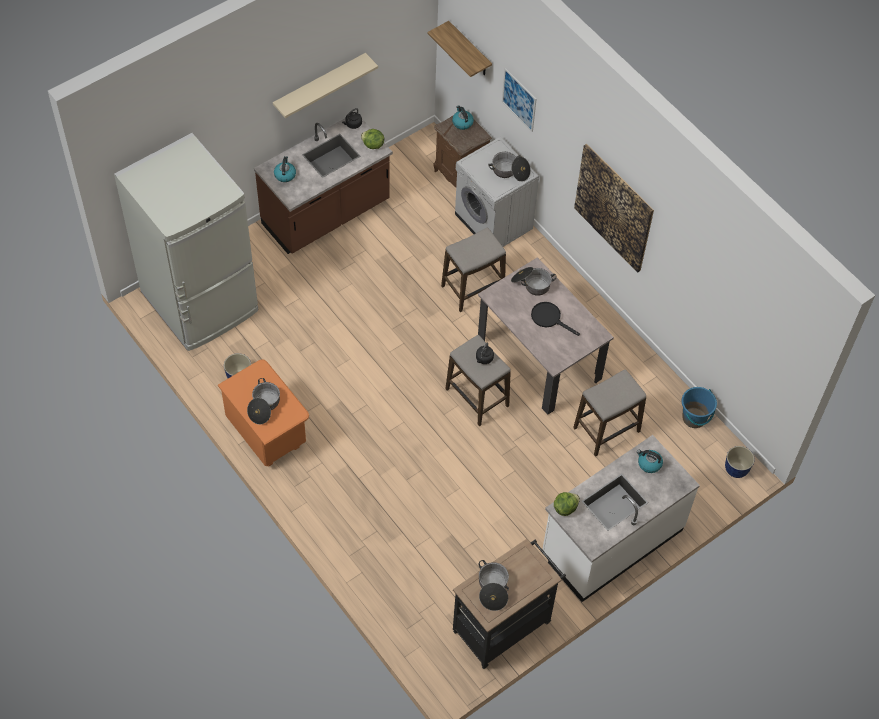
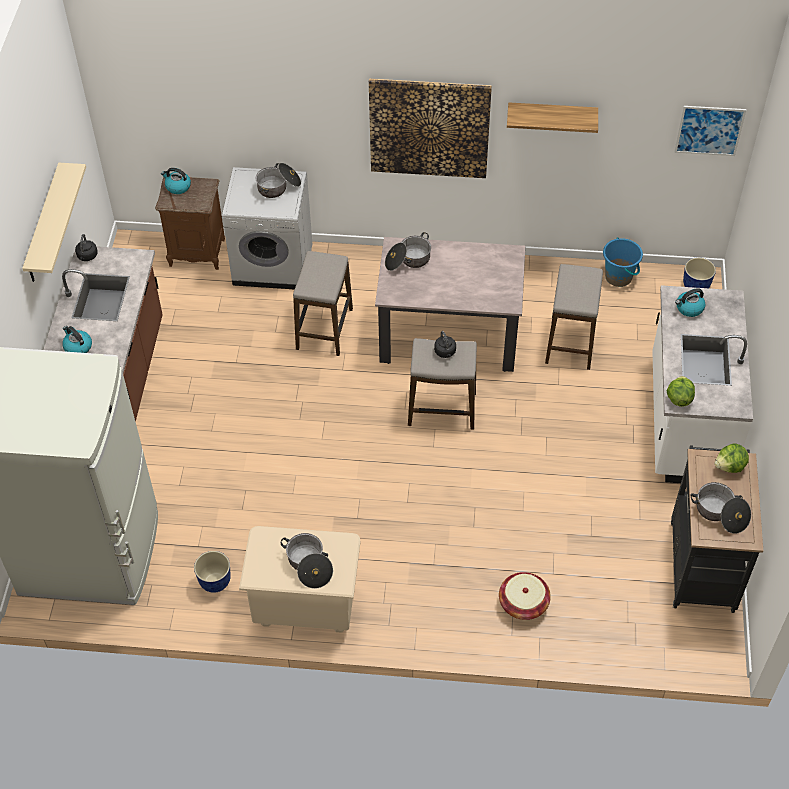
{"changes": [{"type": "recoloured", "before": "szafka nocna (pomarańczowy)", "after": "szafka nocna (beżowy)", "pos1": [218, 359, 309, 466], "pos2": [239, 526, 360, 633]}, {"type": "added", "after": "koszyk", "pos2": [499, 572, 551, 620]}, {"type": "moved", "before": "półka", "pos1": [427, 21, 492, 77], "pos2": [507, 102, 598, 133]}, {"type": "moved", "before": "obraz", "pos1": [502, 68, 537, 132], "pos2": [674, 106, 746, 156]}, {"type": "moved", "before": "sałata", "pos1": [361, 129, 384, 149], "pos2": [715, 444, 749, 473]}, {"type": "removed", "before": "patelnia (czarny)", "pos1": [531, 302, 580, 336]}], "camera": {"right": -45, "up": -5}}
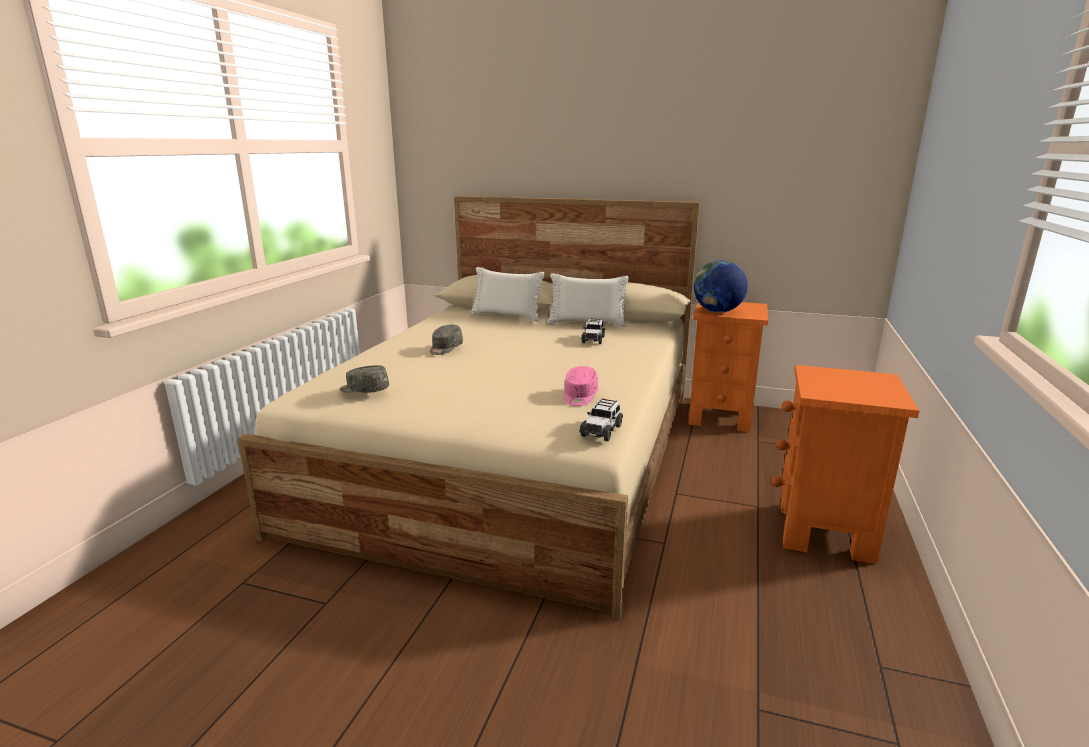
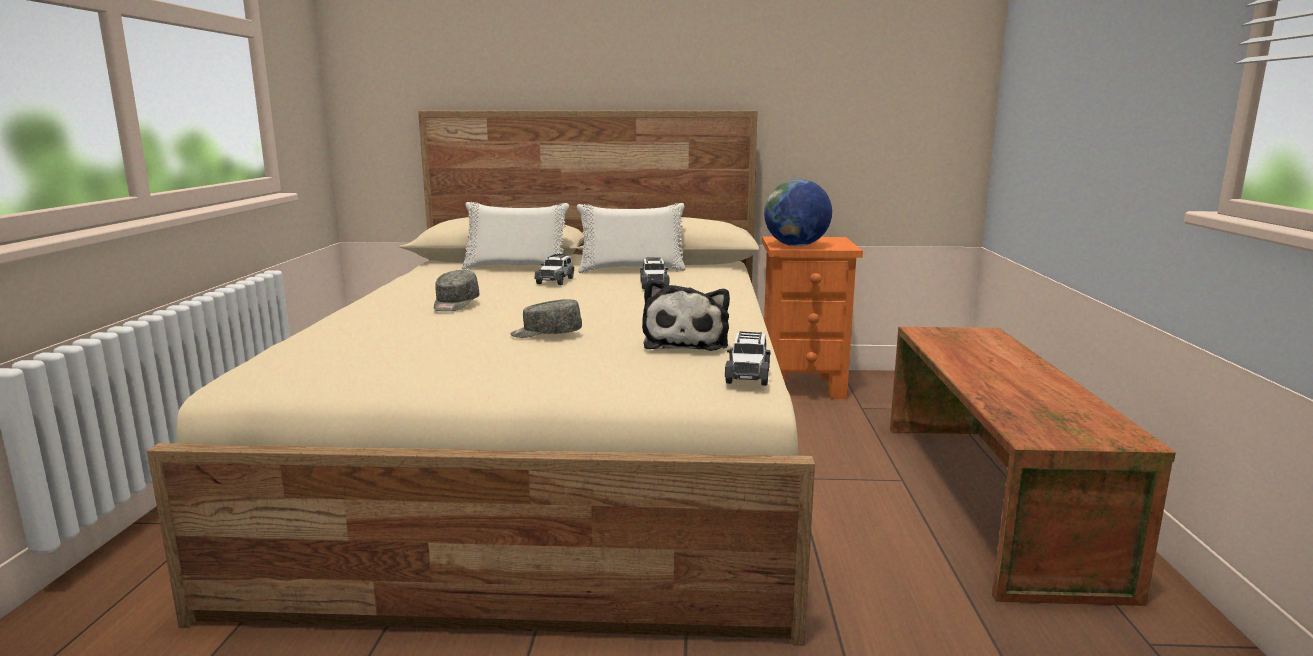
{"changes": [{"type": "moved", "before": "czapka z daszkiem (szary)", "pos1": [340, 365, 389, 393], "pos2": [511, 299, 582, 338]}, {"type": "added", "after": "samochodzik", "pos2": [534, 254, 574, 285]}, {"type": "replaced", "before": "czapka z daszkiem (różowy)", "after": "pluszak", "pos1": [564, 366, 598, 406], "pos2": [642, 279, 730, 351]}, {"type": "replaced", "before": "szafka nocna (pomarańczowy)", "after": "ławka (brązowy)", "pos1": [771, 365, 919, 564], "pos2": [890, 327, 1176, 606]}], "camera": {"right": -15, "up": -5}}
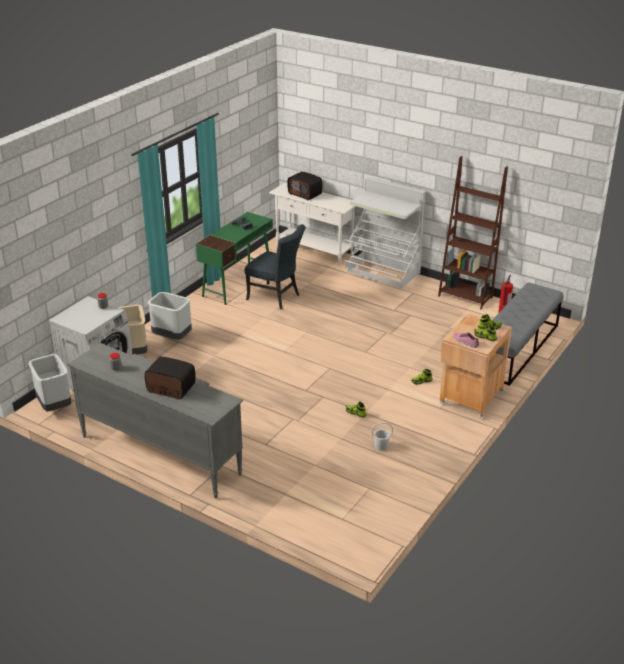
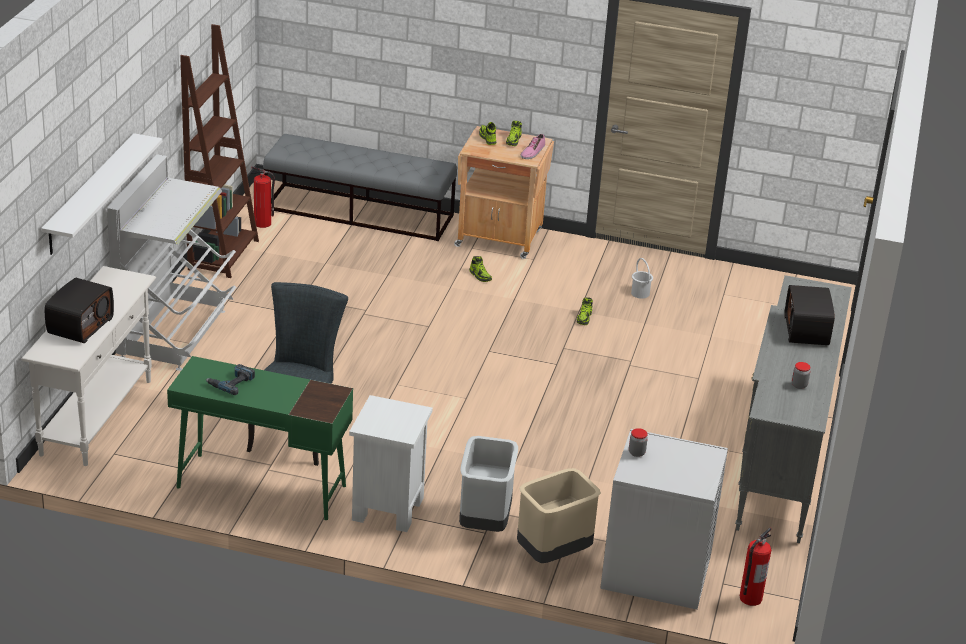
{"changes": [{"type": "added", "after": "półka (biały)", "pos2": [41, 133, 163, 255]}, {"type": "added", "after": "szafka nocna (biały)", "pos2": [349, 395, 433, 532]}, {"type": "replaced", "before": "kosz na śmieci (szary)", "after": "gaśnica", "pos1": [29, 354, 71, 411], "pos2": [740, 528, 771, 606]}], "camera": {"right": -110, "up": 0}}
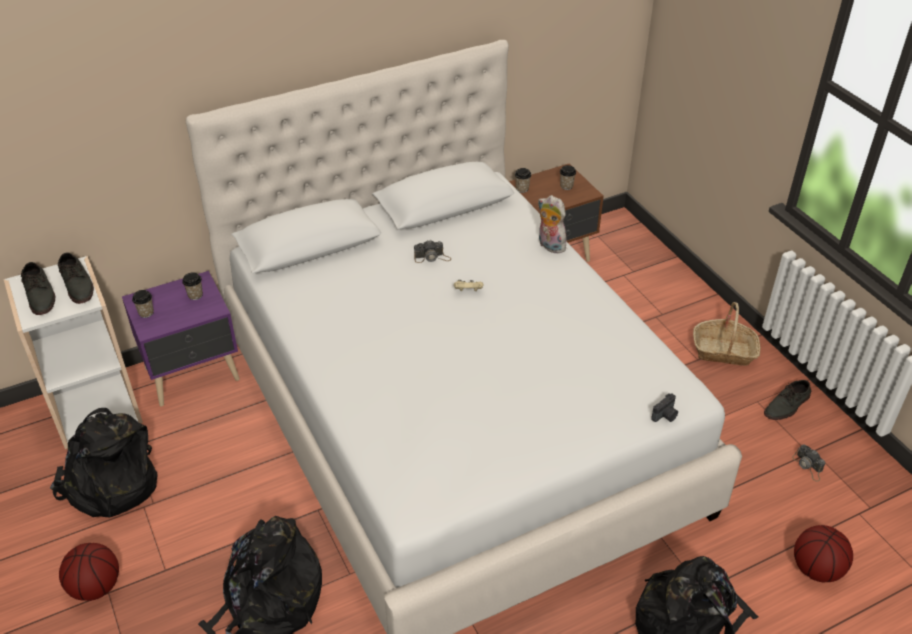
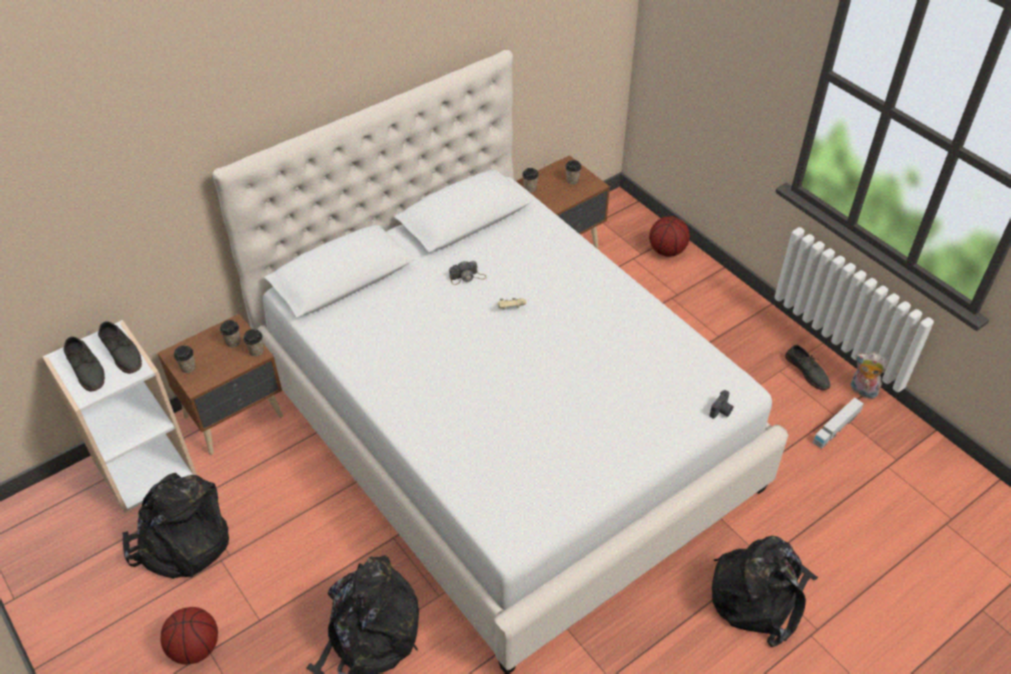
{"changes": [{"type": "recoloured", "before": "szafka nocna (fioletowy)", "after": "szafka nocna (brązowy)", "pos1": [122, 271, 240, 406], "pos2": [158, 314, 283, 455]}, {"type": "added", "after": "filiżanka", "pos2": [243, 329, 264, 356]}, {"type": "moved", "before": "piłka do koszykówki", "pos1": [794, 525, 853, 582], "pos2": [649, 216, 690, 257]}, {"type": "turned", "before": "but (szary)", "pos1": [764, 380, 811, 420], "pos2": [785, 345, 831, 390], "turn": -75}, {"type": "replaced", "before": "aparat fotograficzny", "after": "ciężarówka zabawkowa", "pos1": [792, 444, 825, 482], "pos2": [812, 398, 864, 449]}, {"type": "moved", "before": "pluszak", "pos1": [538, 195, 567, 253], "pos2": [851, 352, 887, 399]}, {"type": "removed", "before": "koszyk", "pos1": [693, 302, 761, 366]}], "camera": {"right": -10, "up": 5}}
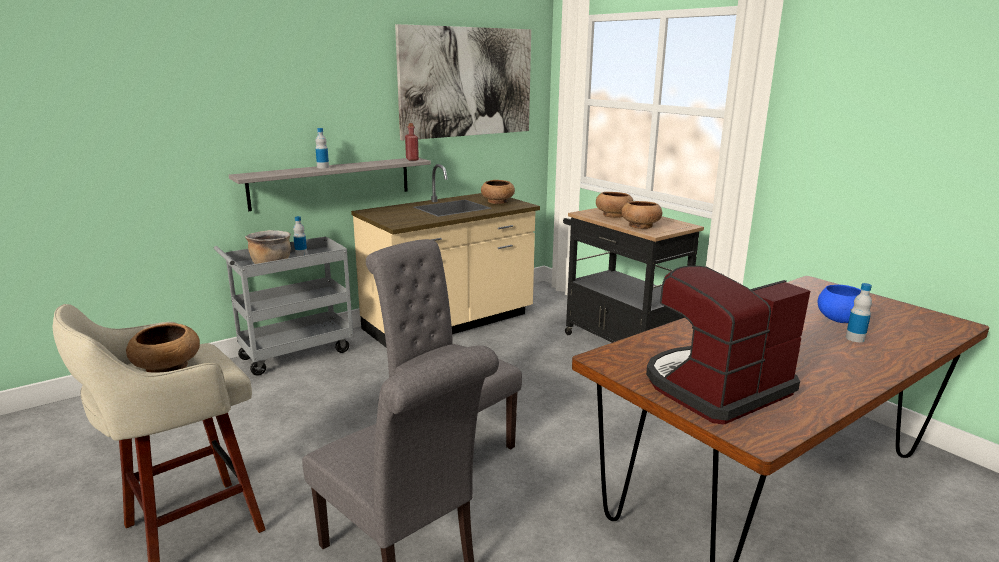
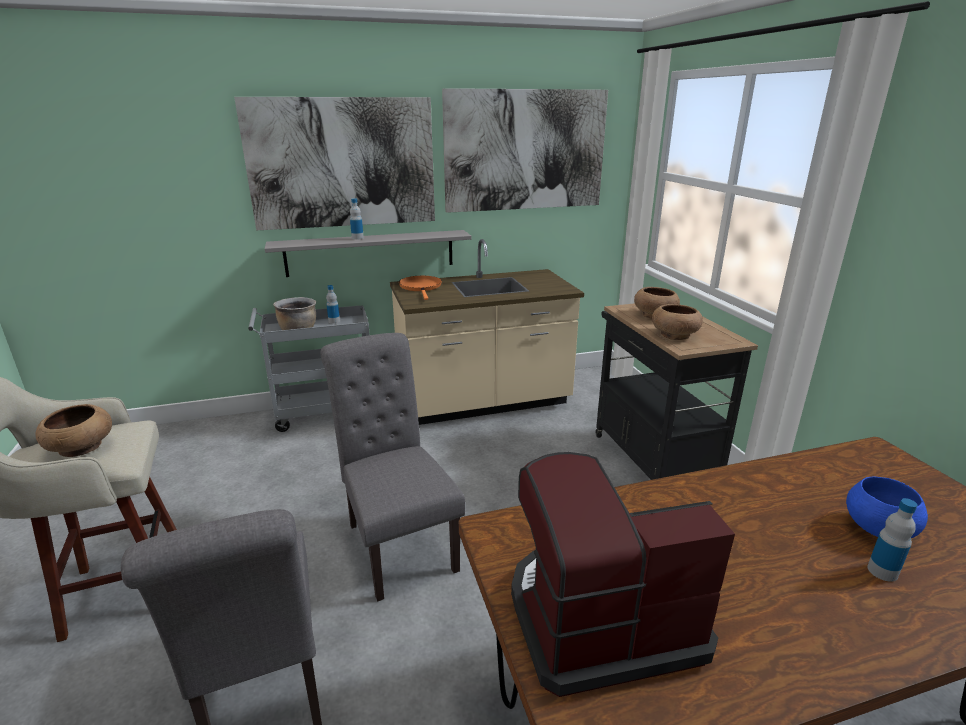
{"changes": [{"type": "added", "after": "obraz", "pos2": [234, 97, 435, 230]}, {"type": "added", "after": "patelnia (pomarańczowy)", "pos2": [399, 276, 442, 300]}, {"type": "removed", "before": "butelka (czerwony)", "pos1": [405, 123, 419, 161]}, {"type": "removed", "before": "miska (brązowy)", "pos1": [481, 180, 515, 204]}], "camera": {"right": 20, "up": 5}}
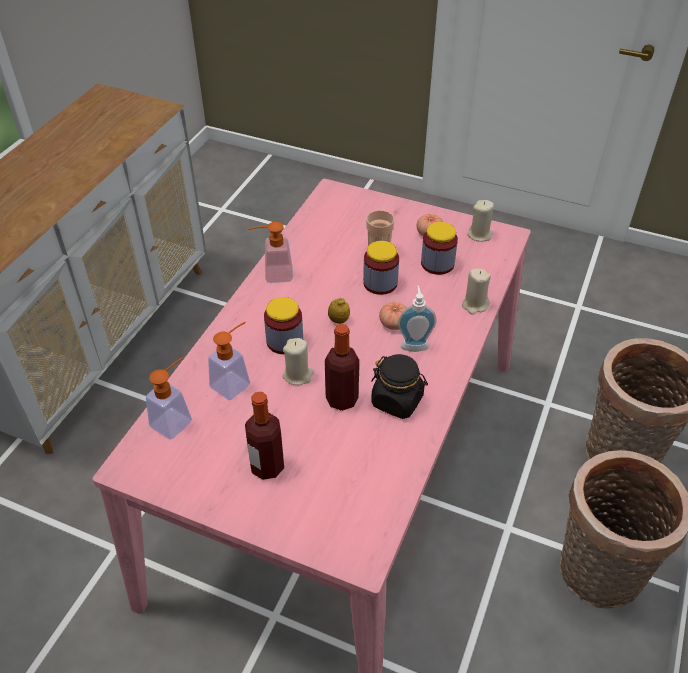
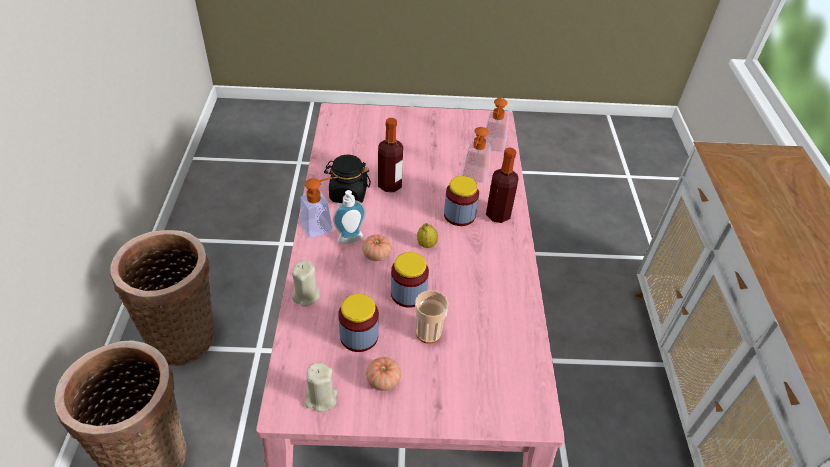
{"changes": [{"type": "moved", "before": "dozownik mydła", "pos1": [248, 222, 293, 283], "pos2": [300, 177, 338, 238]}, {"type": "moved", "before": "butelka", "pos1": [245, 392, 284, 480], "pos2": [486, 147, 518, 223]}, {"type": "removed", "before": "świeca (beżowy)", "pos1": [283, 338, 314, 385]}], "camera": {"right": 155, "up": 0}}
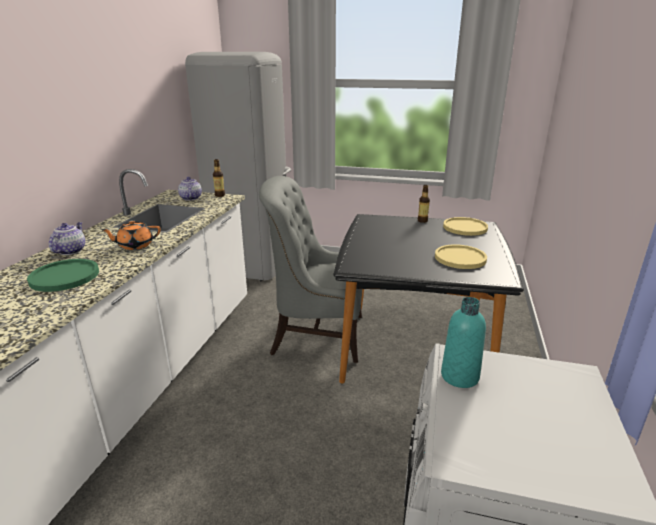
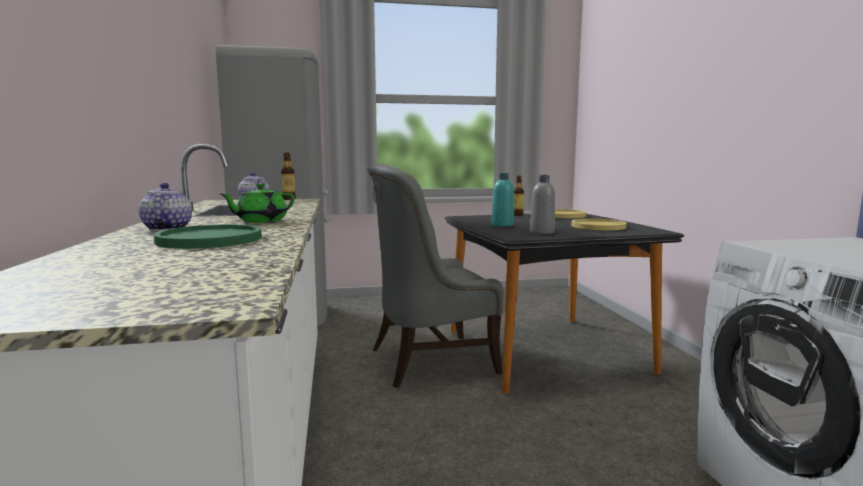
{"changes": [{"type": "recoloured", "before": "imbryk (pomarańczowy)", "after": "imbryk (zielony)", "pos1": [101, 220, 161, 250], "pos2": [220, 183, 295, 223]}, {"type": "moved", "before": "butelka (turkusowy)", "pos1": [441, 297, 486, 388], "pos2": [491, 173, 514, 227]}, {"type": "added", "after": "butelka (szary)", "pos2": [530, 175, 555, 234]}], "camera": {"right": -25, "up": -15}}
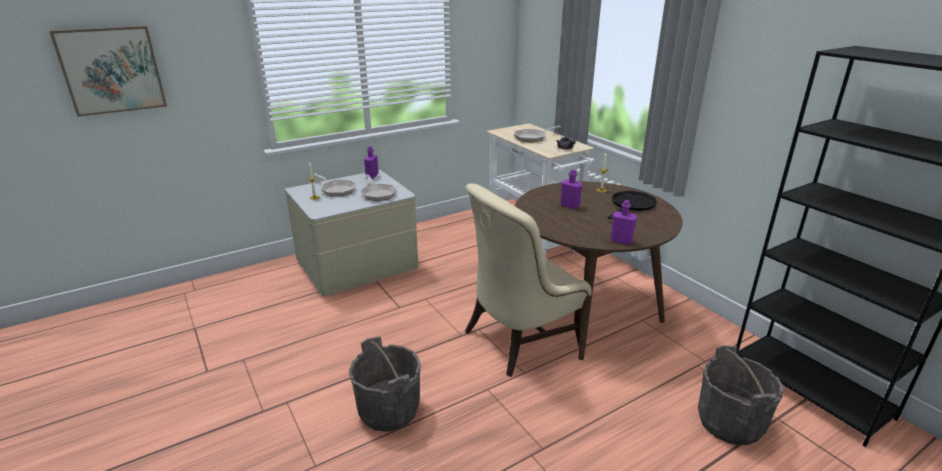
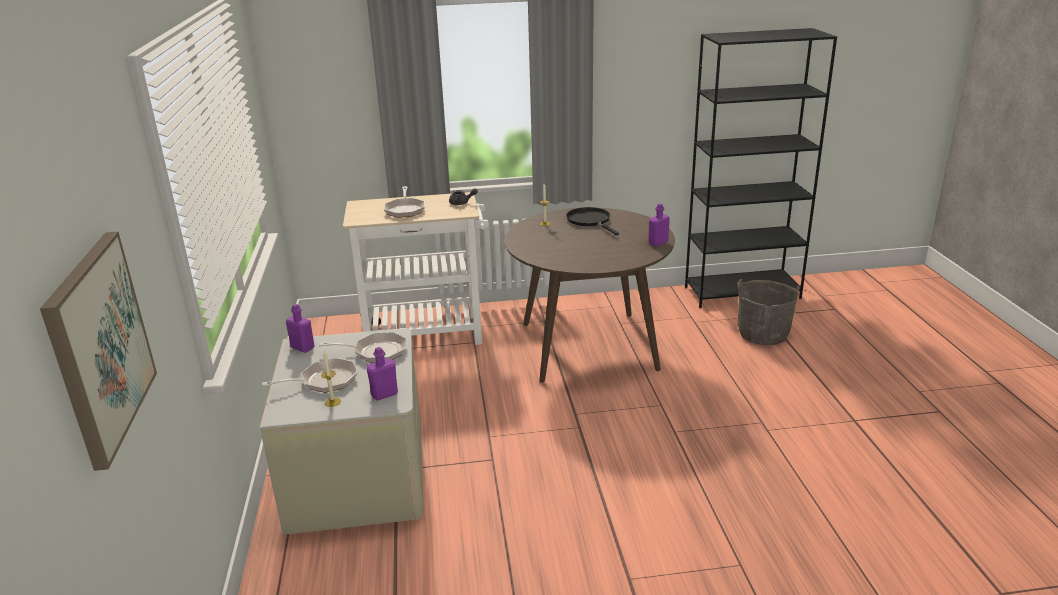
{"changes": [{"type": "moved", "before": "butelka (fioletowy)", "pos1": [561, 169, 582, 209], "pos2": [366, 347, 398, 401]}, {"type": "removed", "before": "wiadro (szary)", "pos1": [349, 336, 421, 432]}, {"type": "removed", "before": "krzesło (beżowy)", "pos1": [465, 184, 592, 377]}], "camera": {"right": -65, "up": 0}}
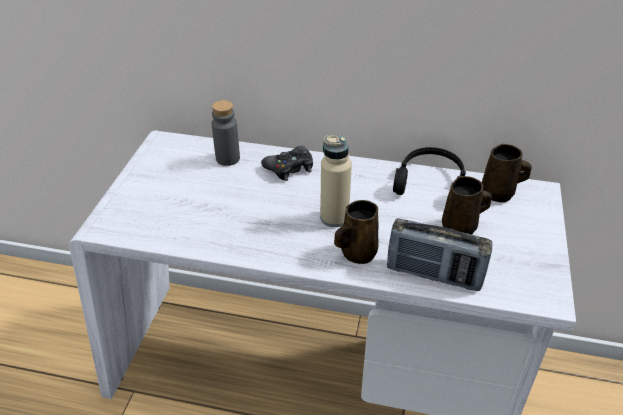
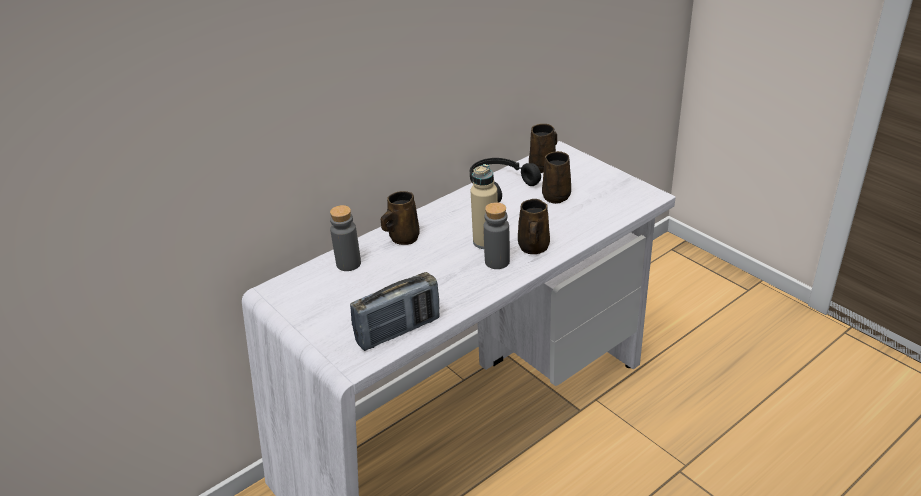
{"changes": [{"type": "moved", "before": "radio", "pos1": [387, 218, 492, 291], "pos2": [350, 272, 439, 351]}, {"type": "replaced", "before": "pad do gier (czarny)", "after": "kubek (brązowy)", "pos1": [261, 146, 313, 181], "pos2": [381, 191, 420, 245]}, {"type": "added", "after": "butelka (szary)", "pos2": [483, 202, 510, 269]}], "camera": {"right": -50, "up": -5}}
